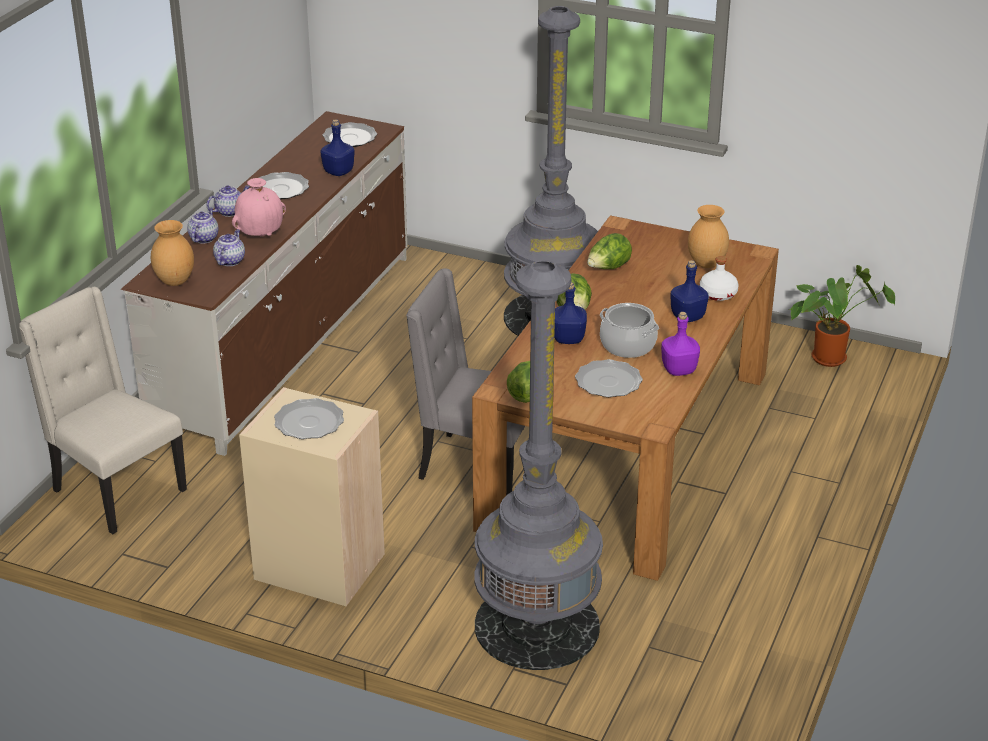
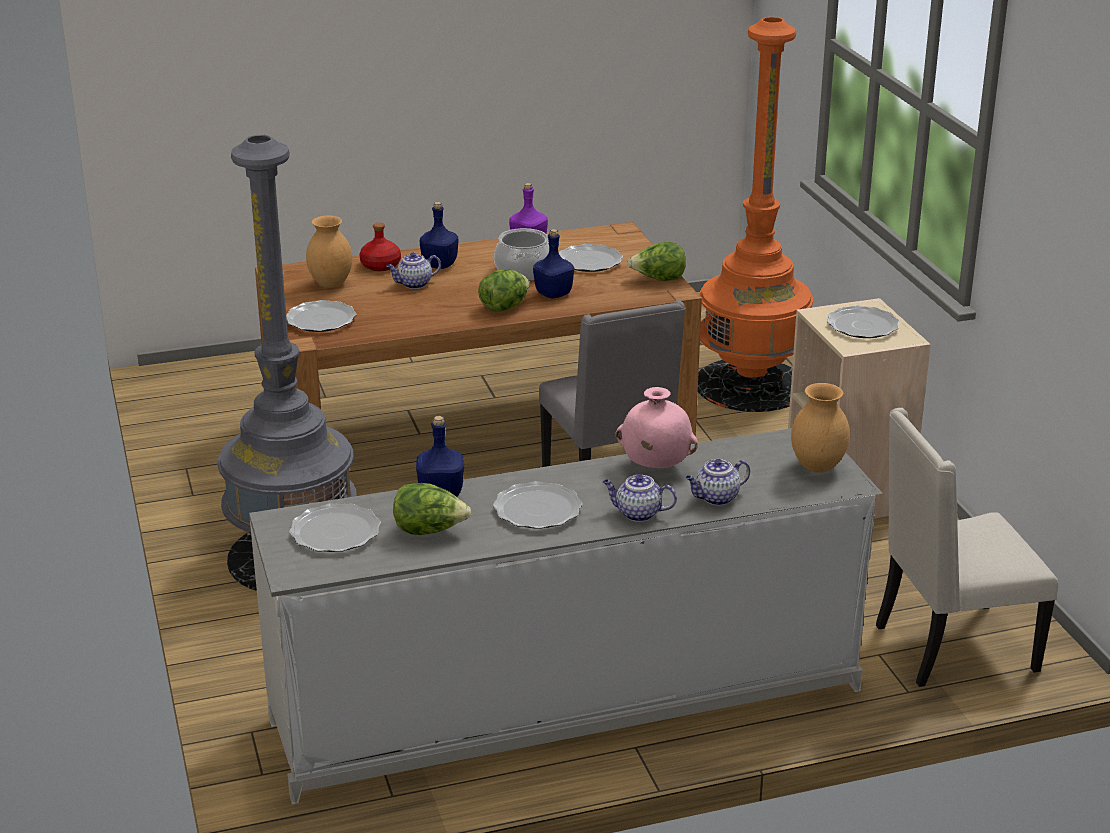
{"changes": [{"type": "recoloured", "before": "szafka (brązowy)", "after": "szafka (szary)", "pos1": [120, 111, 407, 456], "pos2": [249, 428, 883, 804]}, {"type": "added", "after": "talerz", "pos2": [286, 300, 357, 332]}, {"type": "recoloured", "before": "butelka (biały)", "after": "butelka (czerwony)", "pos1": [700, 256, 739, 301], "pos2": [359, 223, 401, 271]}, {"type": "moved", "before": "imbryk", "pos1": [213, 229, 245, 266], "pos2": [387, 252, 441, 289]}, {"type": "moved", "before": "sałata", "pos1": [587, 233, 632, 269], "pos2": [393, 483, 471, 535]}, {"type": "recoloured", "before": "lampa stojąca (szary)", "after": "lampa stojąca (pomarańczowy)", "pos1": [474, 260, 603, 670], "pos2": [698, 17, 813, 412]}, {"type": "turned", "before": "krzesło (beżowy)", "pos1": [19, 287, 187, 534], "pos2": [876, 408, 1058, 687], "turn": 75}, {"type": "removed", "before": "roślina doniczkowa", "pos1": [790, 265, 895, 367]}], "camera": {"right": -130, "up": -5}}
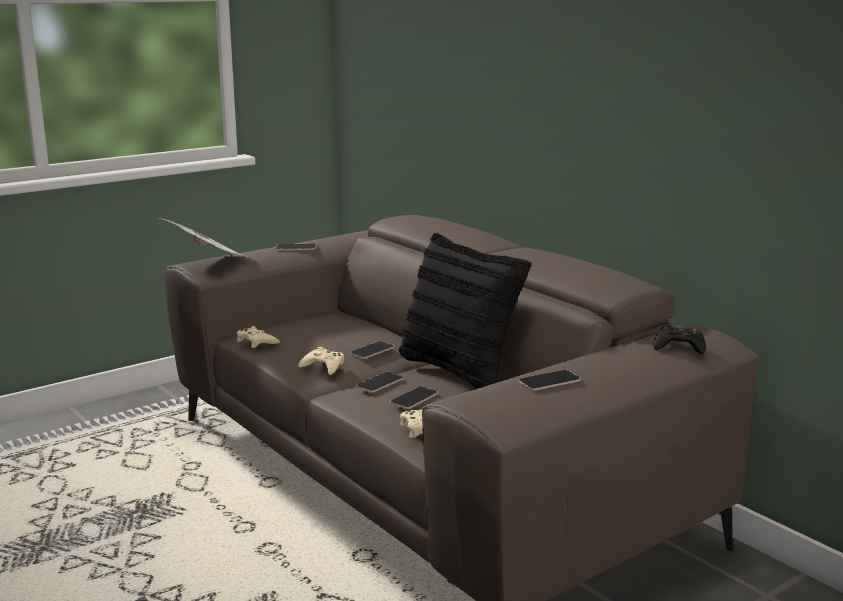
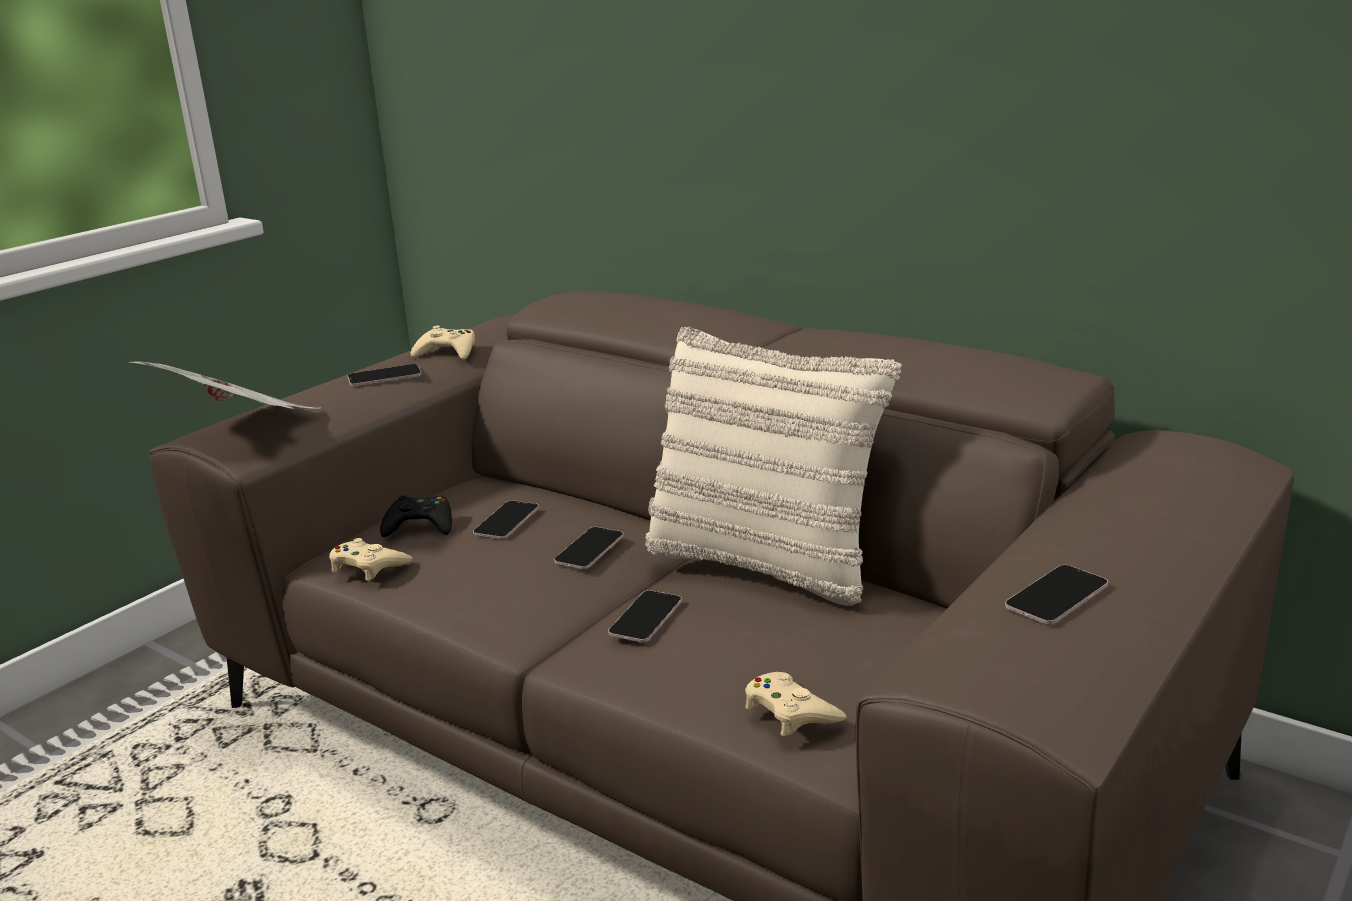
{"changes": [{"type": "moved", "before": "pad do gier (czarny)", "pos1": [654, 325, 706, 355], "pos2": [380, 495, 452, 537]}, {"type": "moved", "before": "pad do gier (beżowy)", "pos1": [298, 347, 344, 375], "pos2": [411, 326, 475, 360]}, {"type": "moved", "before": "telefon", "pos1": [390, 386, 438, 409], "pos2": [473, 501, 539, 539]}, {"type": "recoloured", "before": "poduszka (czarny)", "after": "poduszka (beżowy)", "pos1": [399, 233, 532, 389], "pos2": [645, 326, 902, 606]}], "camera": {"right": -15, "up": 5}}
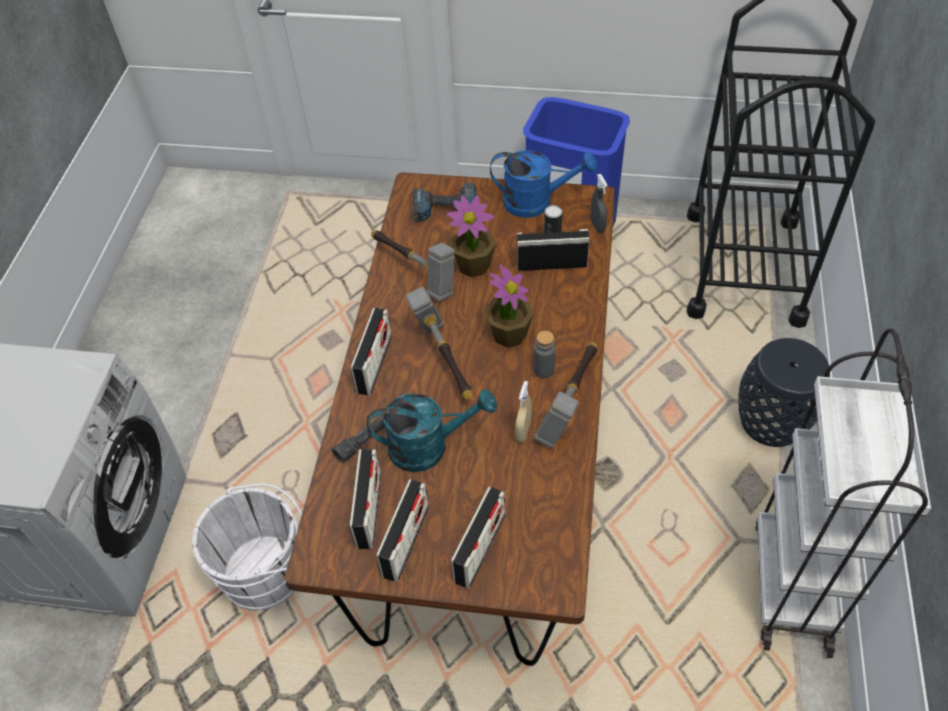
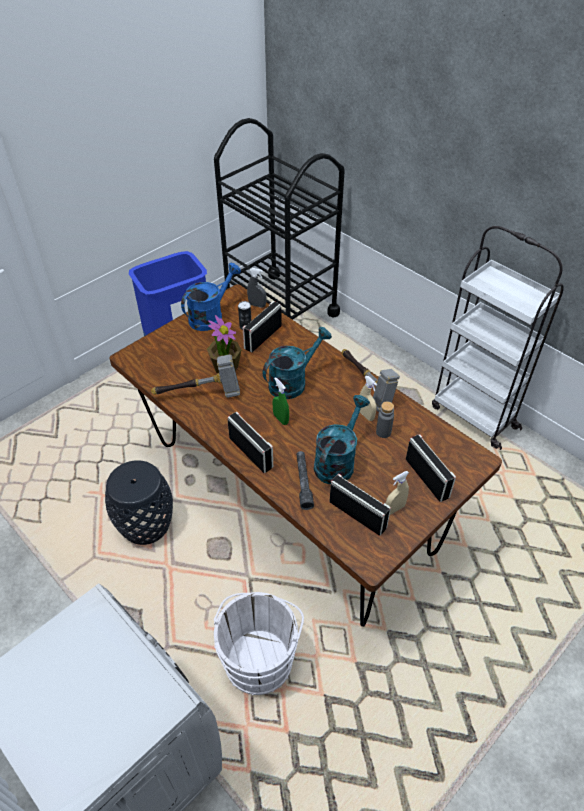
{"changes": [{"type": "moved", "before": "stołek (czarny)", "pos1": [738, 338, 830, 447], "pos2": [105, 460, 173, 545]}, {"type": "replaced", "before": "roślina doniczkowa", "after": "konewka (turkusowy)", "pos1": [485, 264, 534, 348], "pos2": [263, 327, 332, 399]}, {"type": "replaced", "before": "młotek", "after": "spryskiwacz (zielony)", "pos1": [405, 286, 472, 399], "pos2": [272, 377, 289, 425]}, {"type": "moved", "before": "butelka (szary)", "pos1": [534, 331, 555, 378], "pos2": [376, 401, 394, 438]}, {"type": "replaced", "before": "radio", "after": "spryskiwacz (beżowy)", "pos1": [376, 479, 429, 582], "pos2": [386, 471, 409, 515]}, {"type": "removed", "before": "wiertarka", "pos1": [413, 182, 477, 222]}], "camera": {"right": -55, "up": -5}}
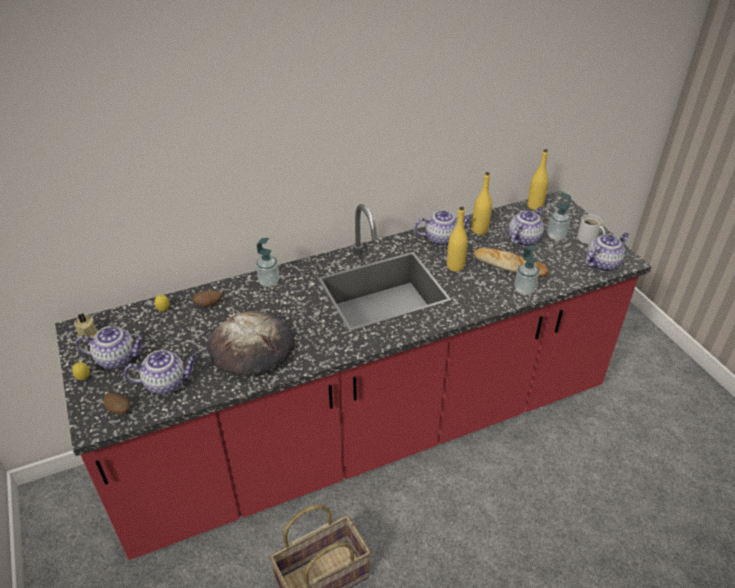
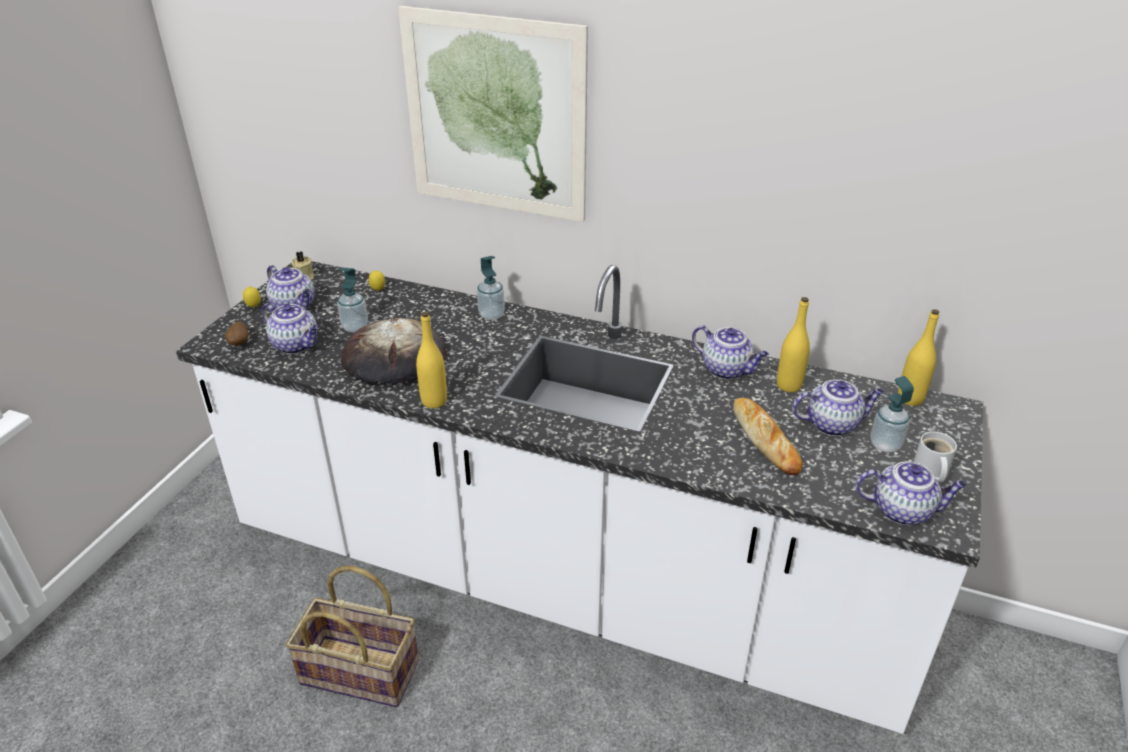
{"changes": [{"type": "recoloured", "before": "zabudowa kuchenna (czerwony)", "after": "zabudowa kuchenna (biały)", "pos1": [55, 191, 652, 560], "pos2": [176, 261, 983, 734]}, {"type": "moved", "before": "dozownik mydła", "pos1": [514, 246, 539, 295], "pos2": [337, 267, 368, 332]}, {"type": "added", "after": "obraz", "pos2": [398, 6, 588, 222]}, {"type": "moved", "before": "butelka (żółty)", "pos1": [447, 206, 468, 272], "pos2": [416, 312, 447, 408]}, {"type": "removed", "before": "ziemniak", "pos1": [192, 290, 222, 307]}], "camera": {"right": 45, "up": -5}}
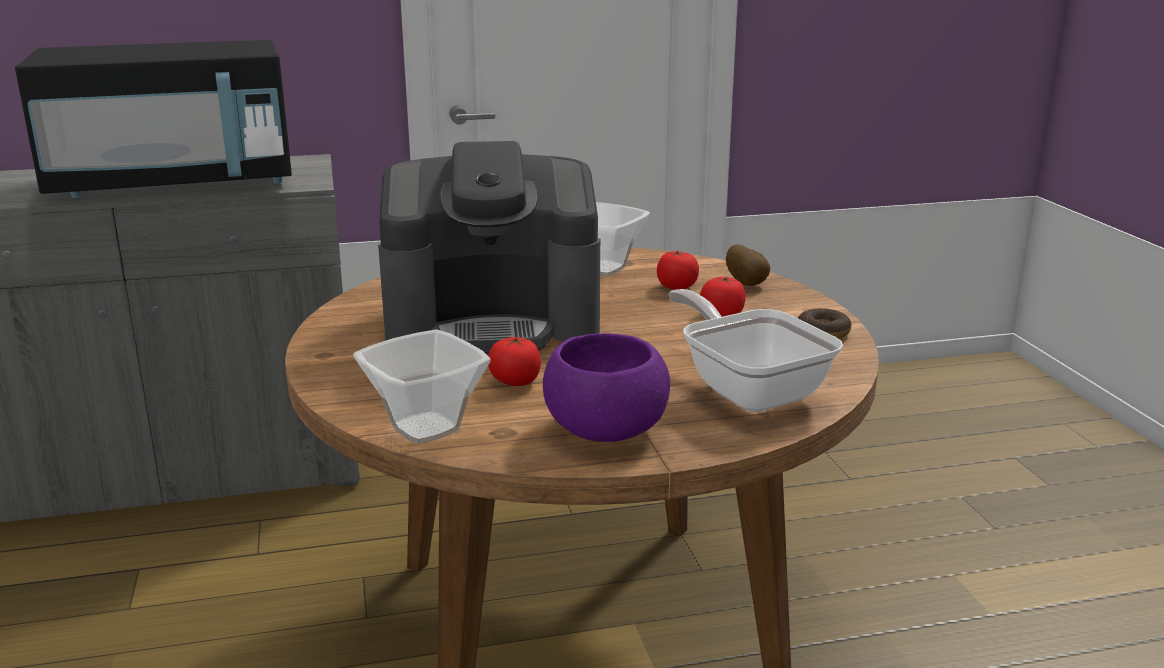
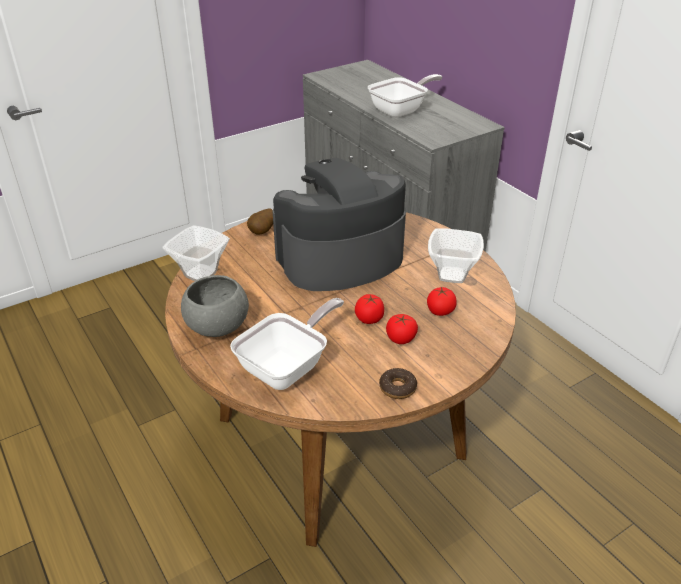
{"changes": [{"type": "recoloured", "before": "miska (fioletowy)", "after": "miska (szary)", "pos1": [543, 333, 670, 442], "pos2": [181, 275, 249, 337]}, {"type": "moved", "before": "ziemniak", "pos1": [726, 244, 770, 286], "pos2": [247, 208, 273, 235]}, {"type": "turned", "before": "ekspres do kawy", "pos1": [378, 141, 600, 353], "pos2": [272, 158, 406, 291], "turn": 90}, {"type": "moved", "before": "pomidor", "pos1": [488, 336, 541, 386], "pos2": [355, 294, 384, 324]}, {"type": "replaced", "before": "mikrofalówka (czarny)", "after": "patelnia", "pos1": [15, 40, 292, 198], "pos2": [368, 74, 442, 118]}], "camera": {"right": 70, "up": 15}}
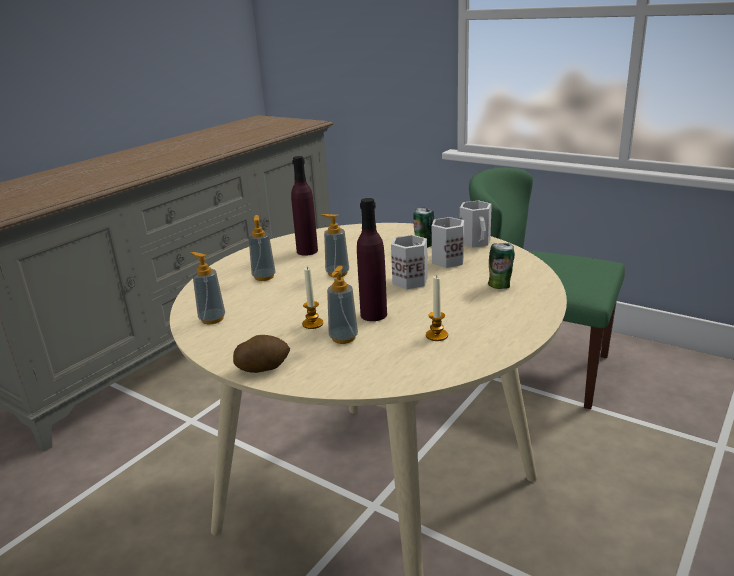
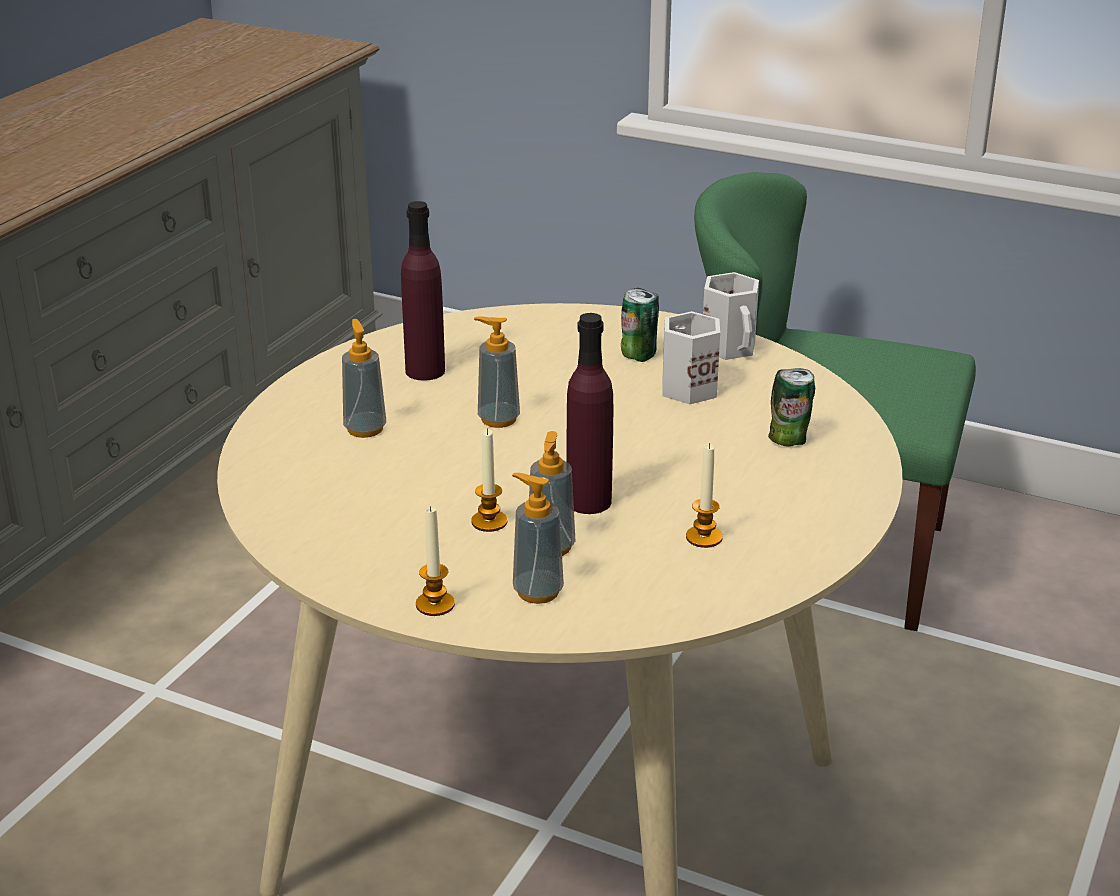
{"changes": [{"type": "replaced", "before": "ziemniak", "after": "świeca", "pos1": [233, 335, 290, 373], "pos2": [416, 506, 455, 616]}, {"type": "moved", "before": "dozownik mydła", "pos1": [191, 252, 225, 324], "pos2": [512, 473, 564, 604]}, {"type": "removed", "before": "kubek (biały)", "pos1": [391, 235, 428, 289]}], "camera": {"right": -10, "up": 5}}
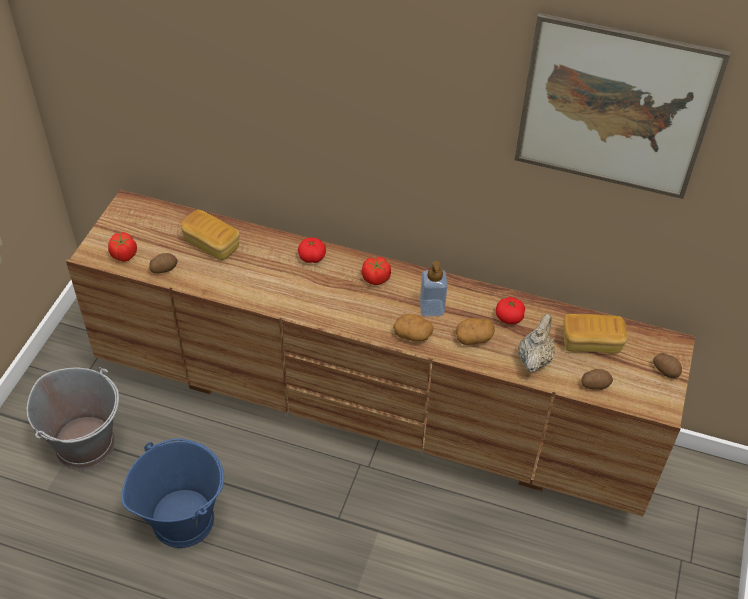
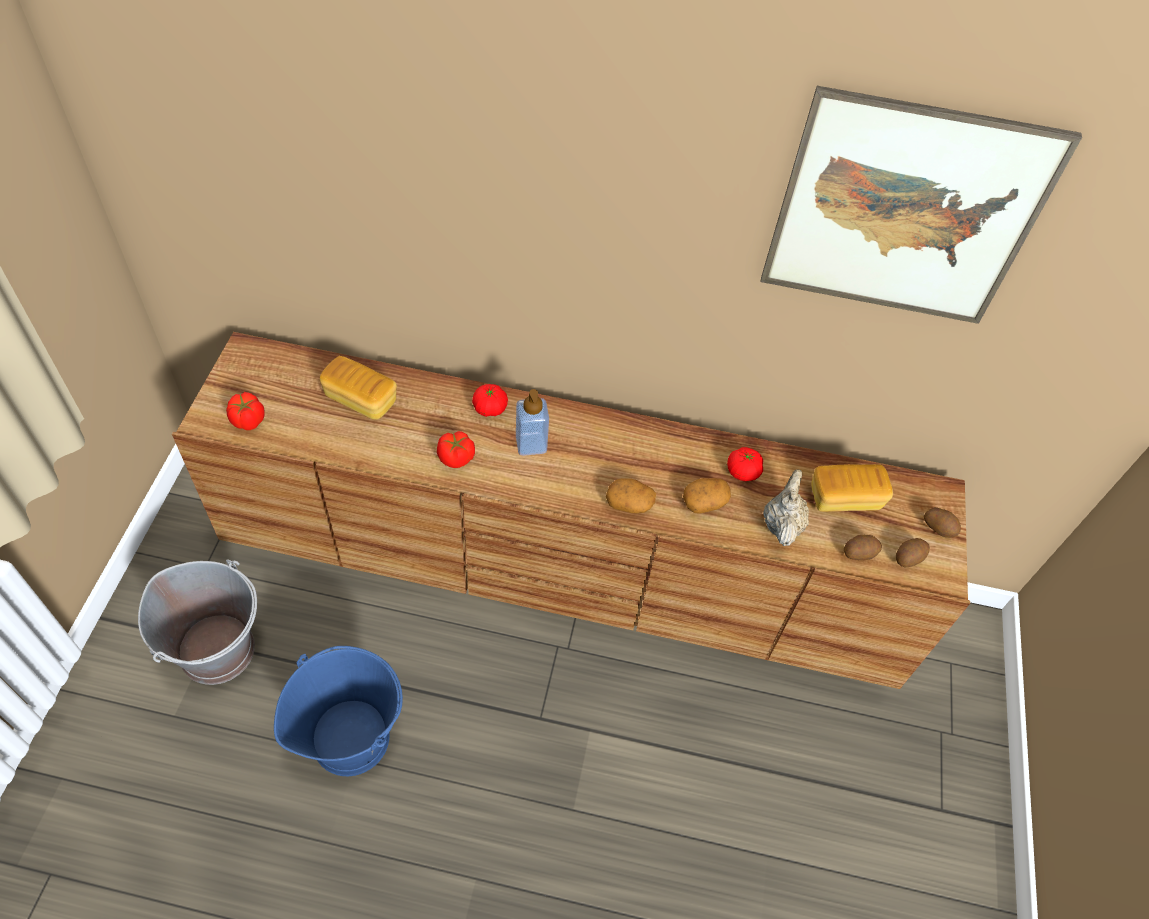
{"changes": [{"type": "moved", "before": "pomidor", "pos1": [361, 257, 391, 285], "pos2": [437, 431, 475, 468]}, {"type": "moved", "before": "dozownik mydła", "pos1": [420, 261, 448, 316], "pos2": [516, 389, 549, 456]}, {"type": "moved", "before": "ziemniak", "pos1": [149, 253, 178, 274], "pos2": [896, 538, 930, 567]}], "camera": {"right": -10, "up": 5}}
